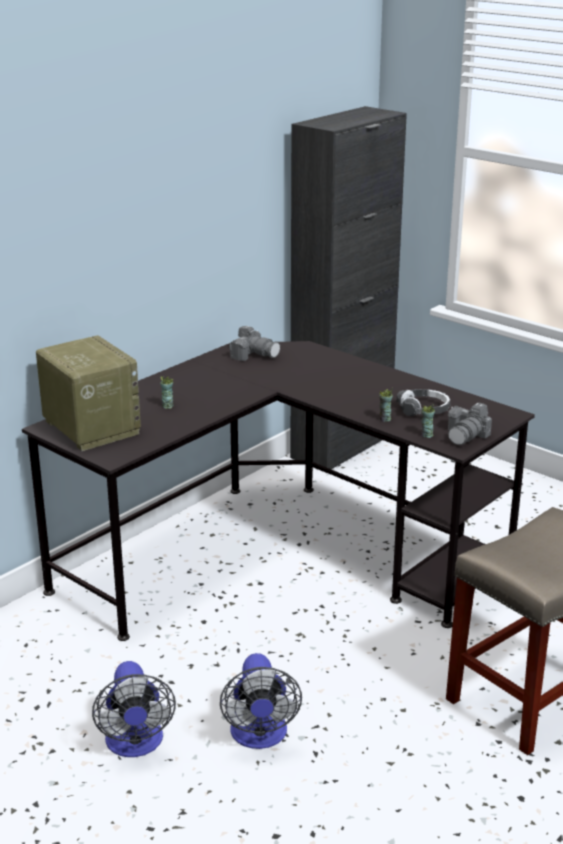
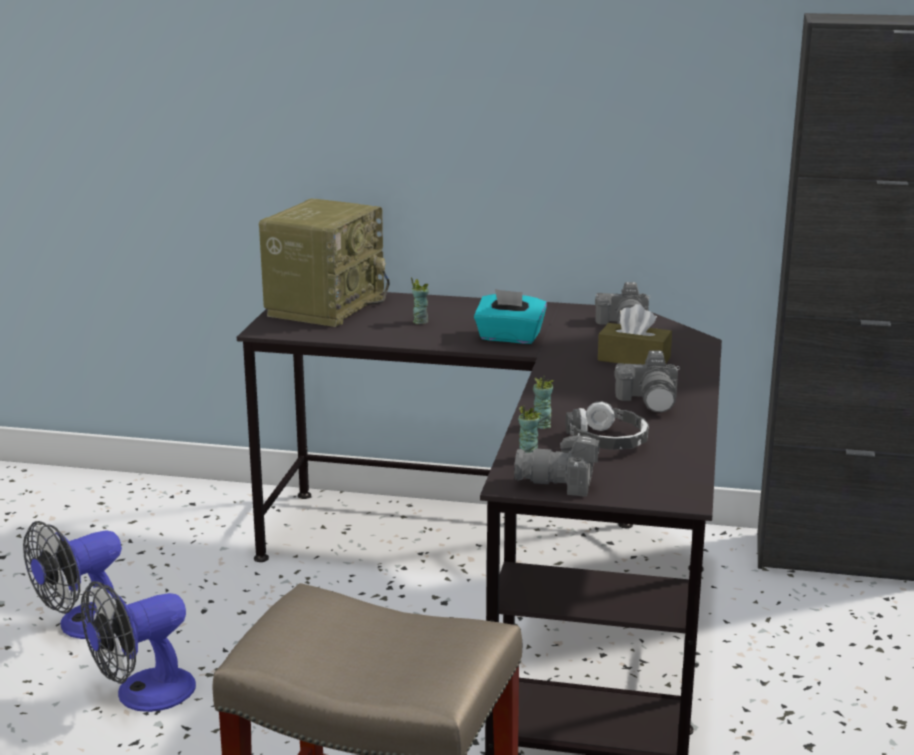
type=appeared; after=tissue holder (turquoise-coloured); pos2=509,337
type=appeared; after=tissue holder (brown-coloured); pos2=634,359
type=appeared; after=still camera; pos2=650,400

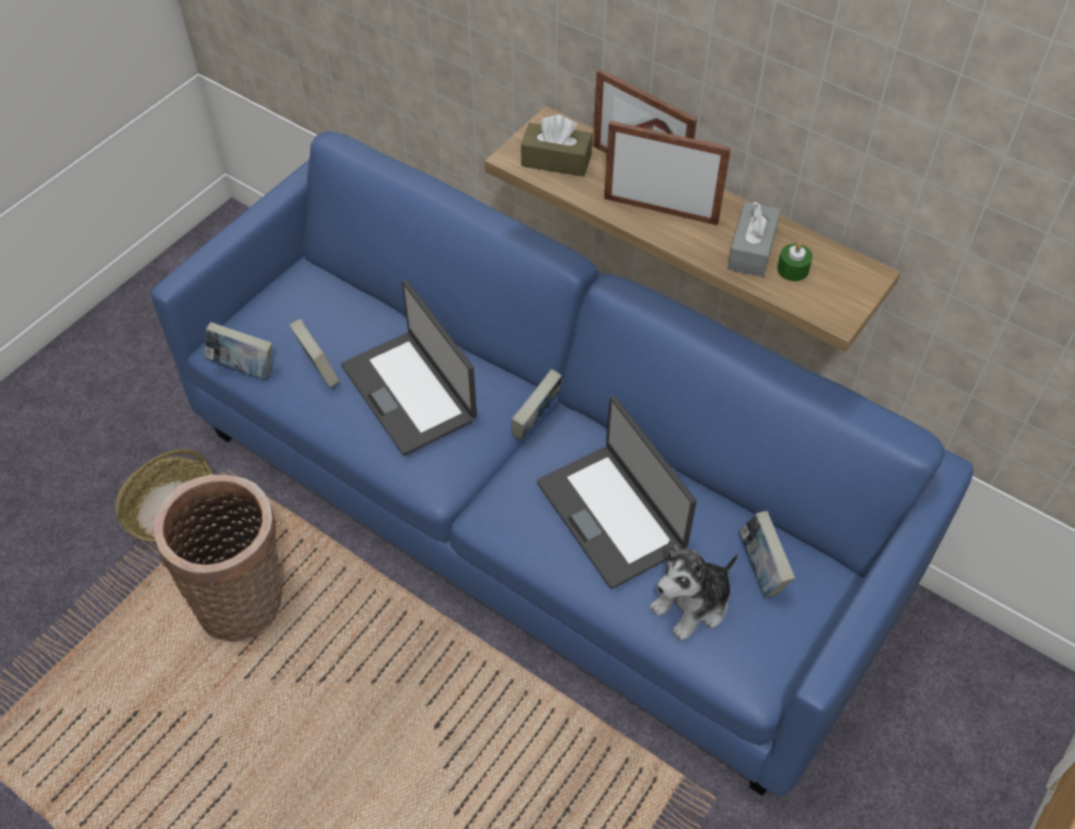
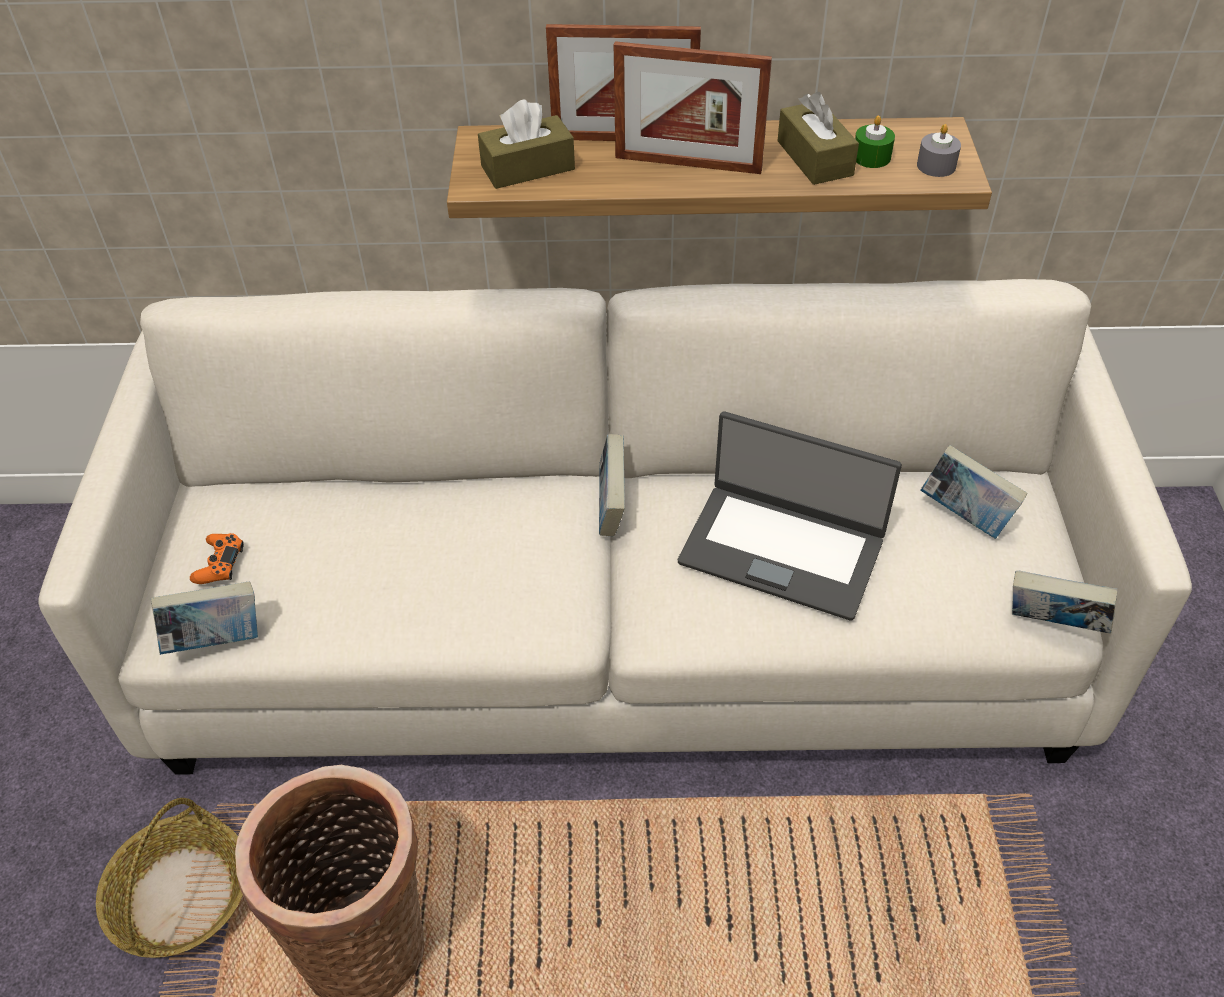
type=spun; before=photo frame; pos1=661,210; pos2=688,164; turn=-150
type=colour; before=settee (blue); after=settee (whitish); pos1=539,508; pos2=616,629
type=colour; before=tissue holder (grey); after=tissue holder (brown-coloured); pos1=751,250; pos2=814,158
type=missing; before=portable computer; pos1=410,392
type=relocated; before=bound book; pos1=318,369; pos2=1052,625
type=missing; before=plush toy; pos1=692,604
type=appeared; after=wax candle (grey); pos2=936,165
type=appeared; after=joypad (orange-coloured); pos2=219,563

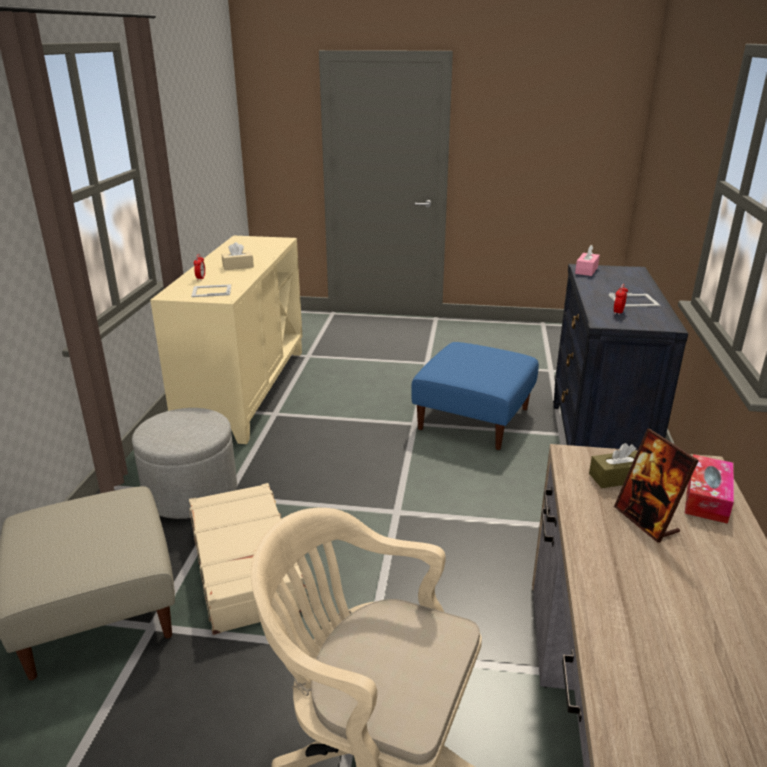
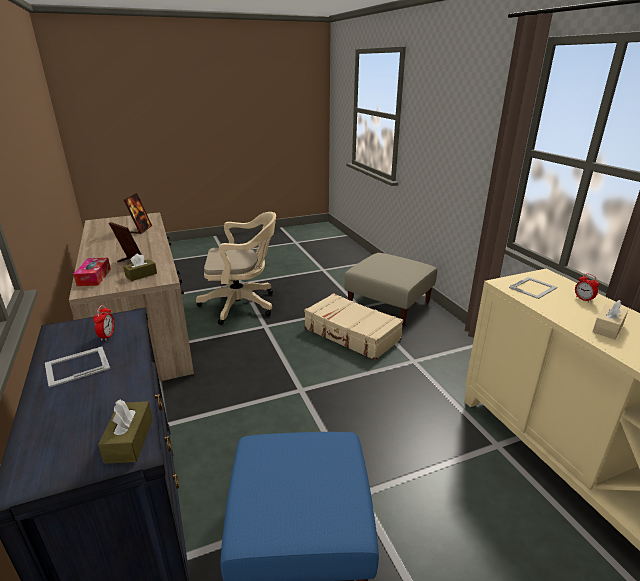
type=colour; before=tissue holder (pink-coloured); after=tissue holder (brown-coloured); pos1=586,270; pos2=129,440
type=missing; before=pouffe (grey); pos1=191,493
type=appeared; after=photo frame; pos2=141,230

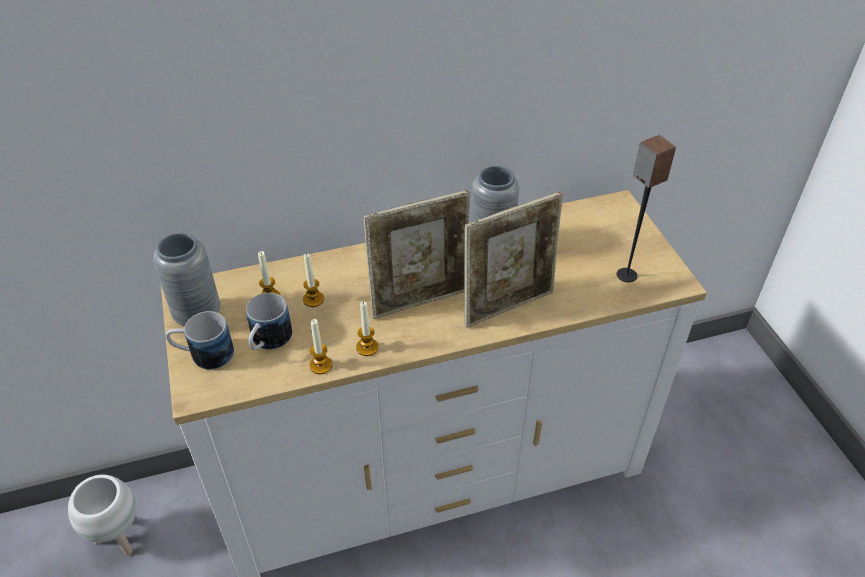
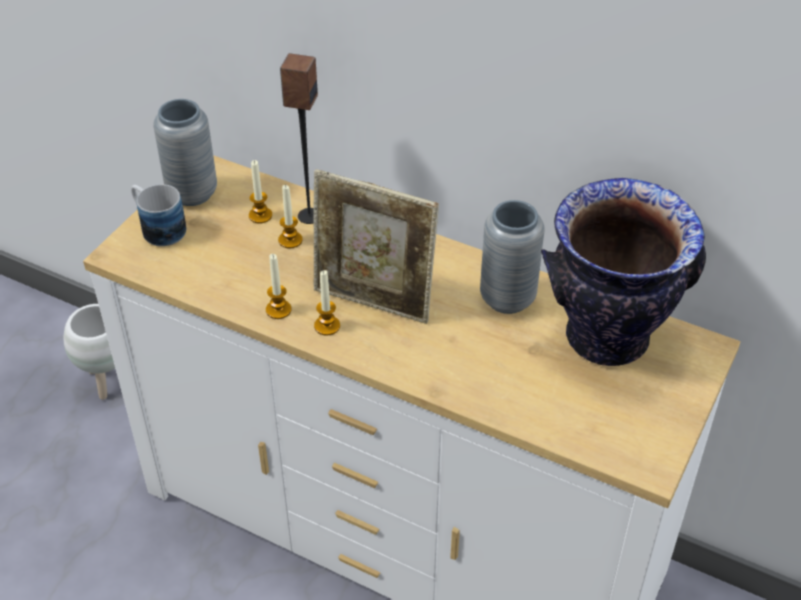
type=relocated; before=loudspeaker; pos1=626,275; pos2=309,216
type=missing; before=photo frame; pos1=508,305
type=missing; before=tea mug; pos1=268,342
type=relocated; before=wax candle; pos1=321,365; pos2=327,326
type=appeared; after=vase; pos2=607,339

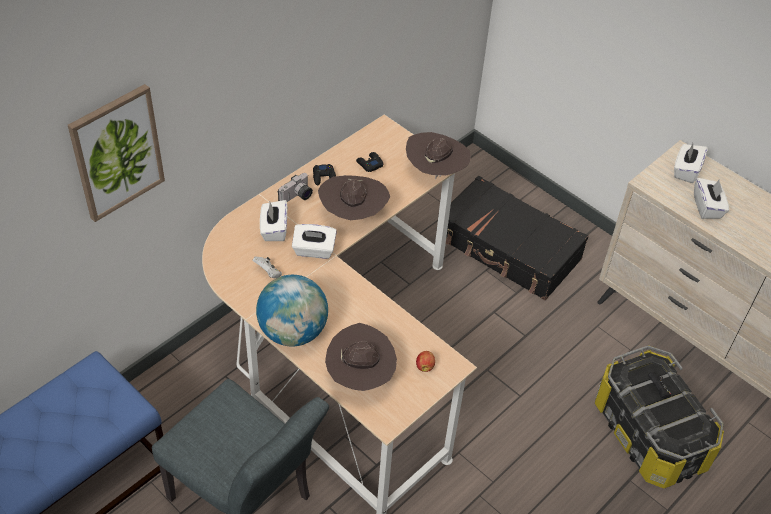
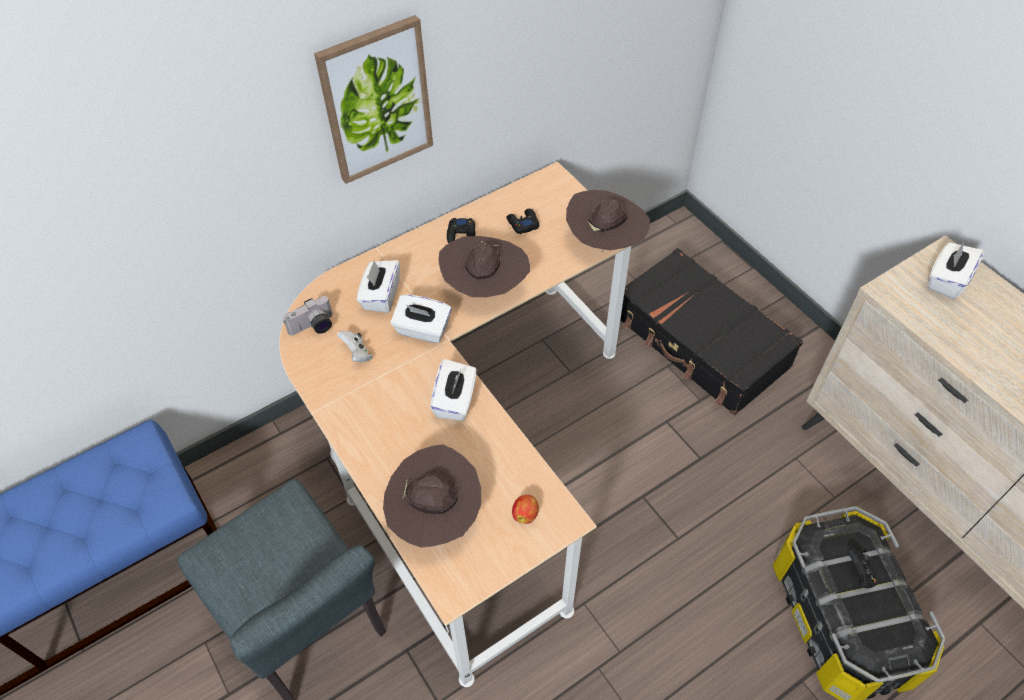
type=relocated; before=wall art; pos1=117,152; pos2=376,101
type=relocated; before=still camera; pos1=297,197; pos2=313,327
type=relocated; before=tissue holder (whitish); pos1=707,207; pos2=455,401
type=missing; before=world globe; pos1=293,332

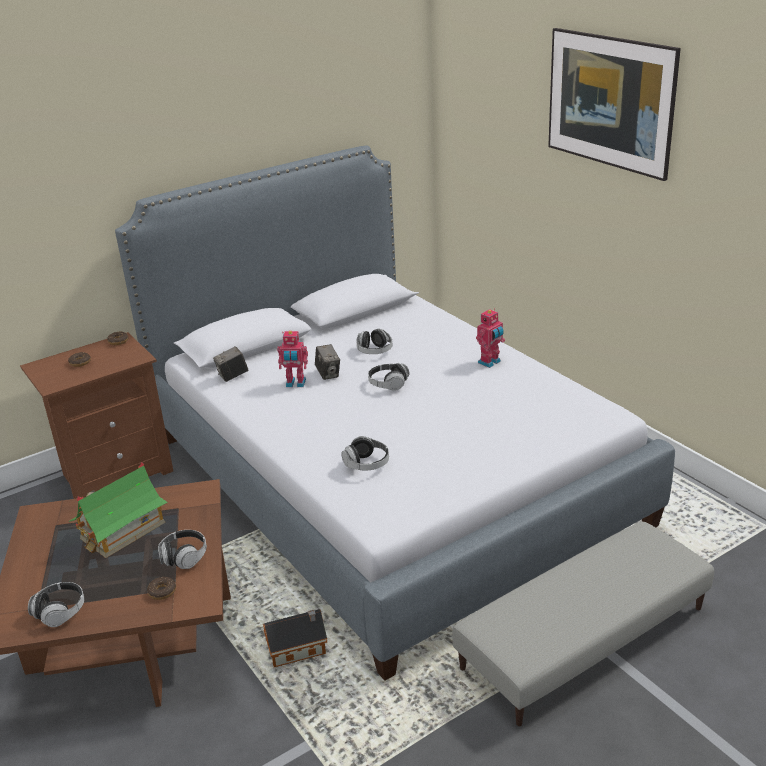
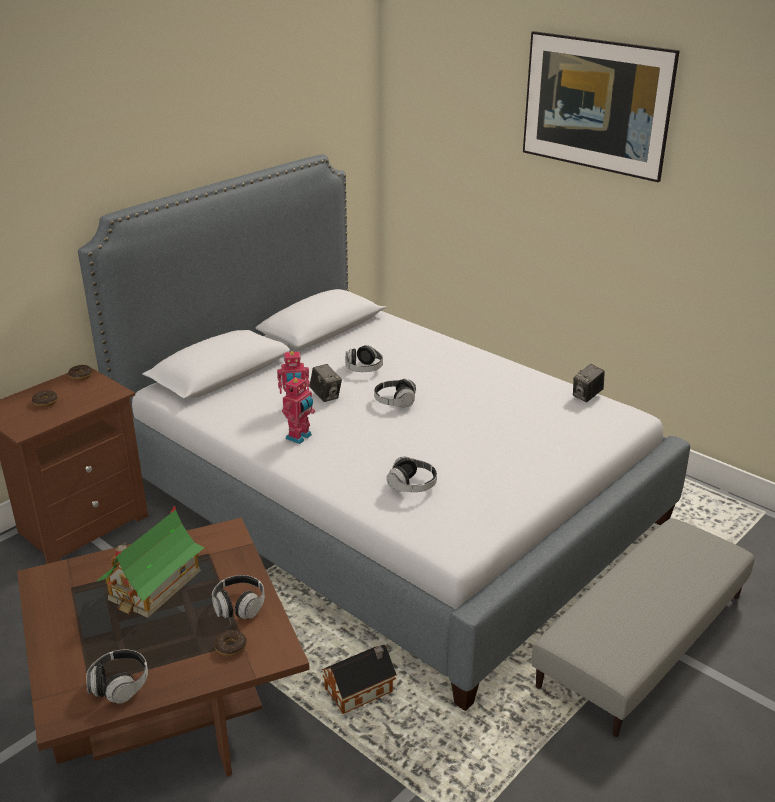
type=relocated; before=toy robot; pos1=490,362; pos2=300,437
type=relocated; before=still camera; pos1=232,376; pos2=587,396

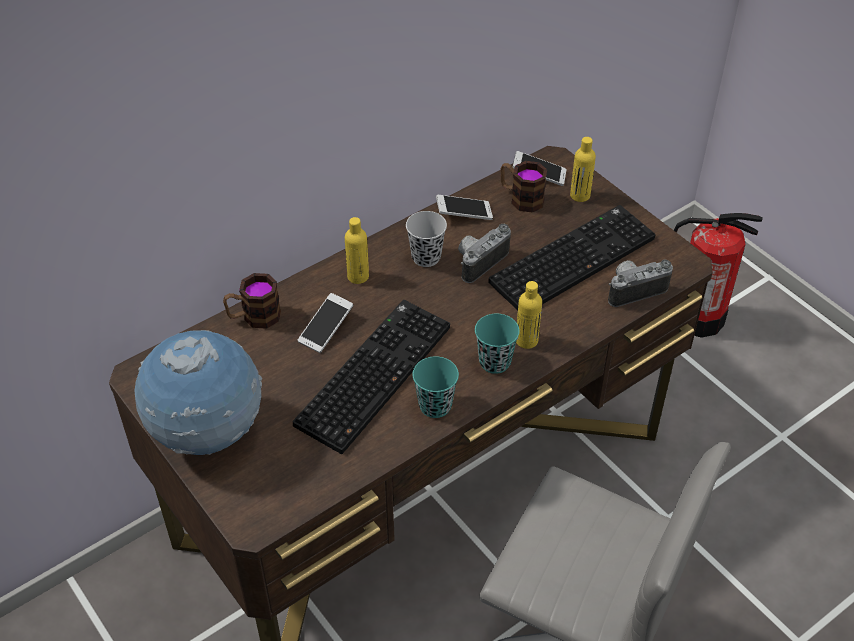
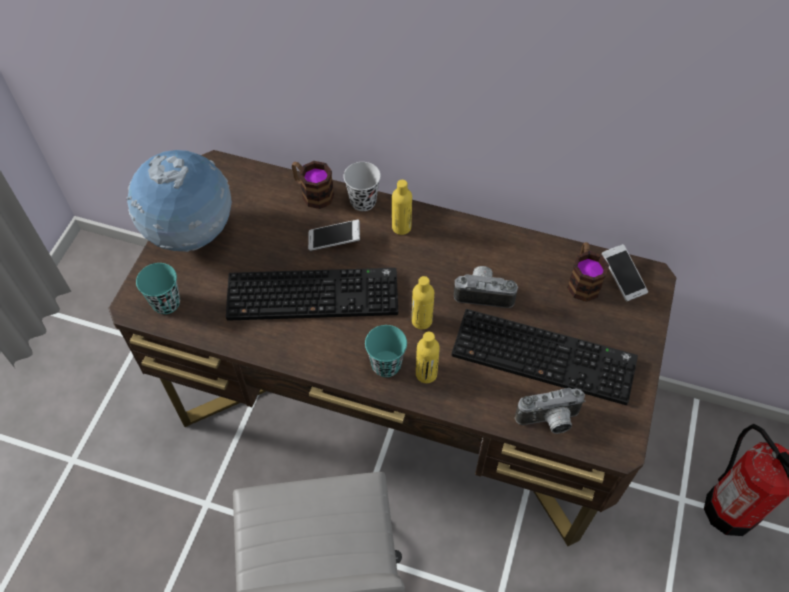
type=relocated; before=drink bottle (yellow); pos1=580,195; pos2=421,321
type=missing; before=telephone; pos1=464,214
type=relocated; before=drinking cup (blackish); pos1=426,257; pos2=363,201
type=spun; before=still camera; pos1=634,290; pos2=549,421; turn=135
type=relocated; before=drinking cup (turquoise-coloured); pos1=435,406; pos2=166,303

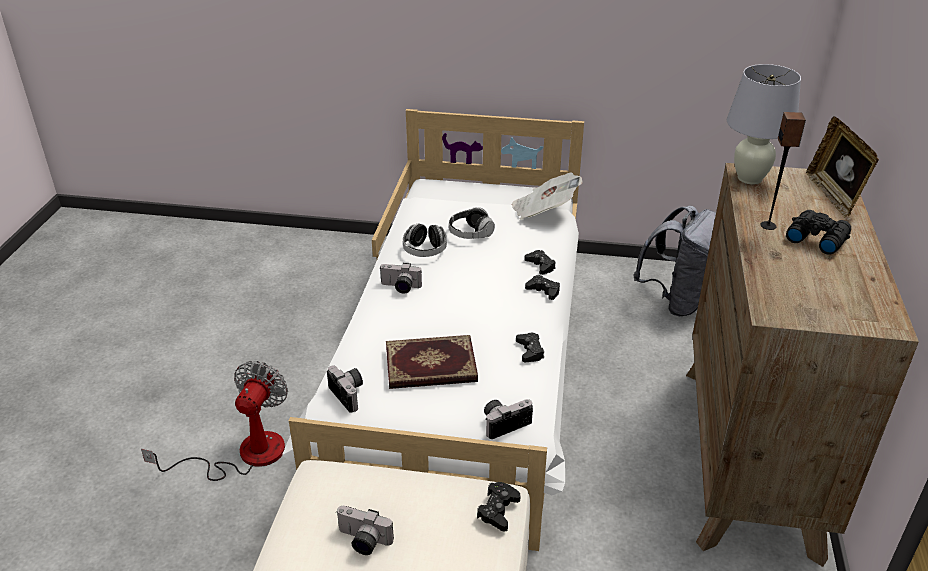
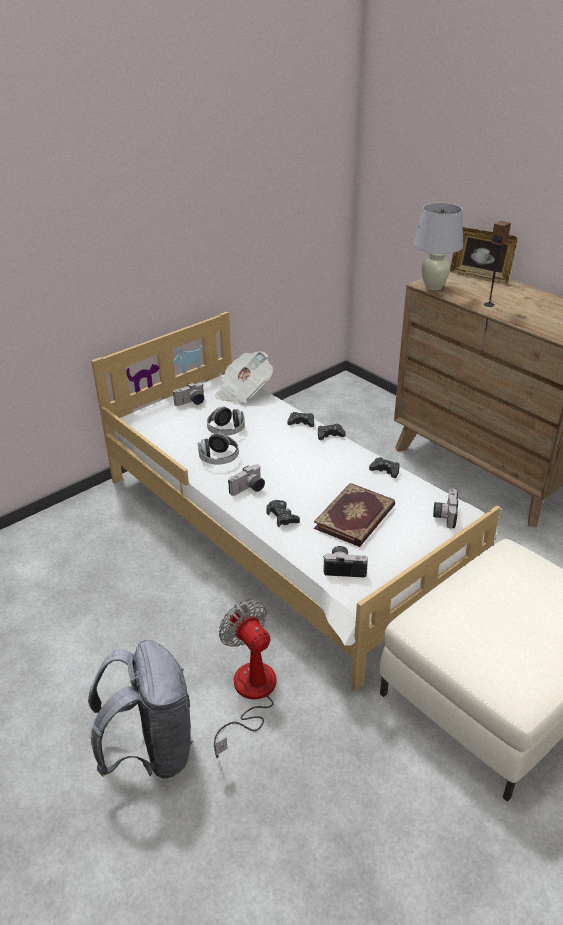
type=relocated; before=knapsack (grey); pos1=677,300; pos2=151,750
type=missing; before=binoculars (blackish); pos1=815,238
type=relocated; before=joypad (blackish); pos1=498,510; pos2=282,517
type=relocated; before=still camera; pos1=362,541; pos2=191,403

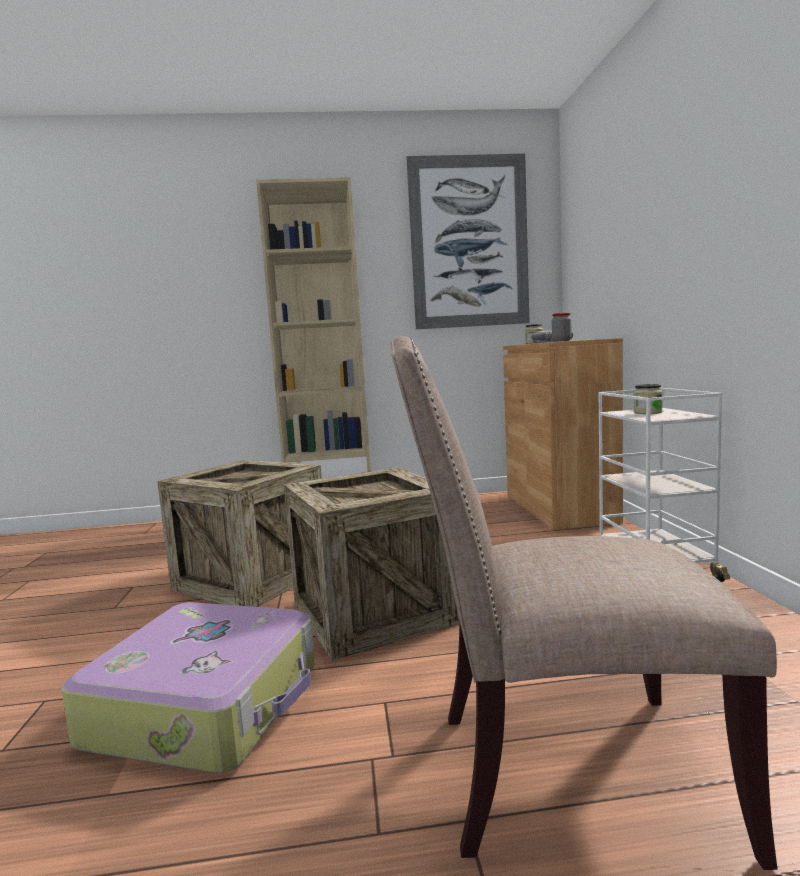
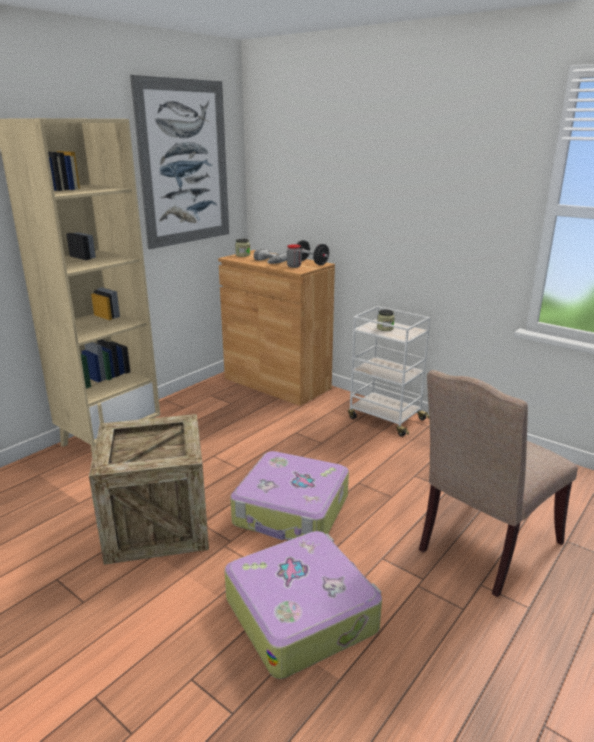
type=exchanged; before=shipping crate; after=piece of luggage; pos1=374,612; pos2=292,511
type=appeared; after=free weight (blackish); pos2=311,262

